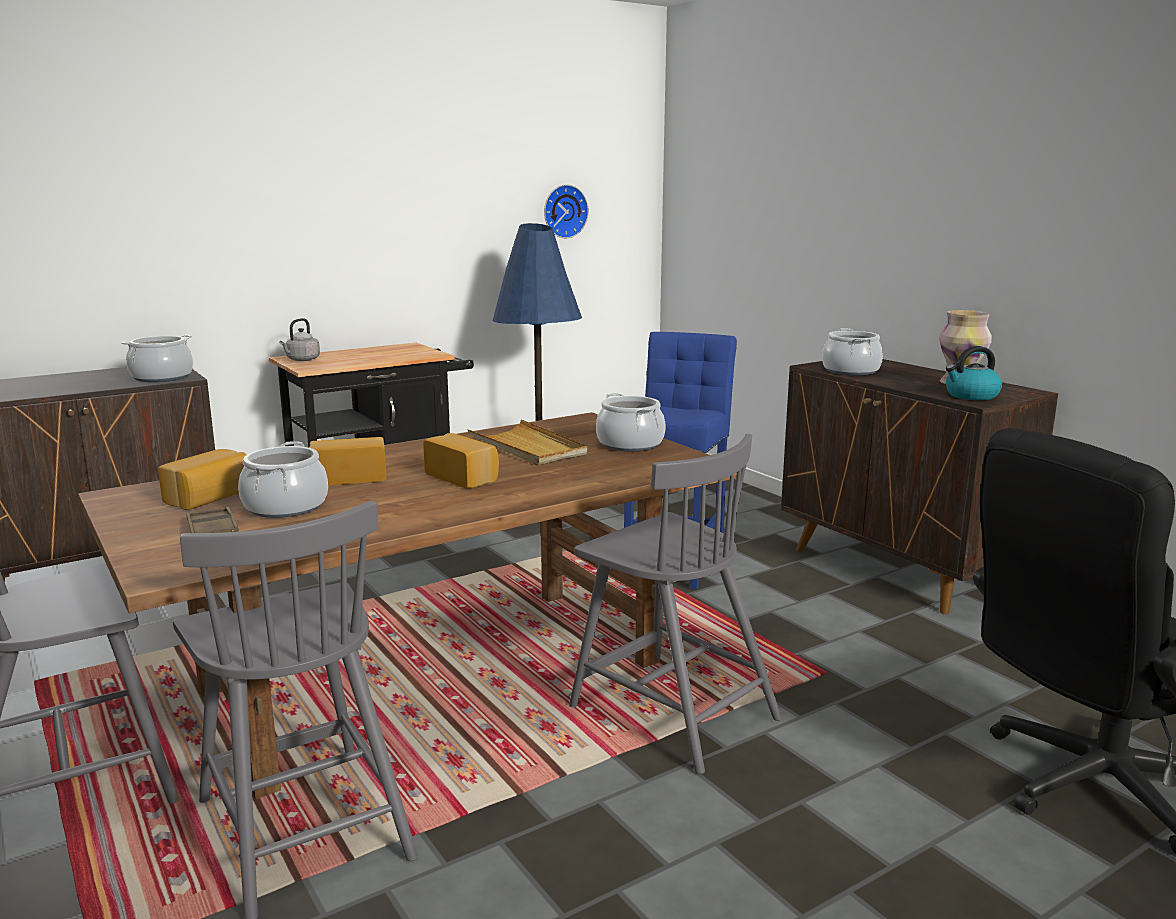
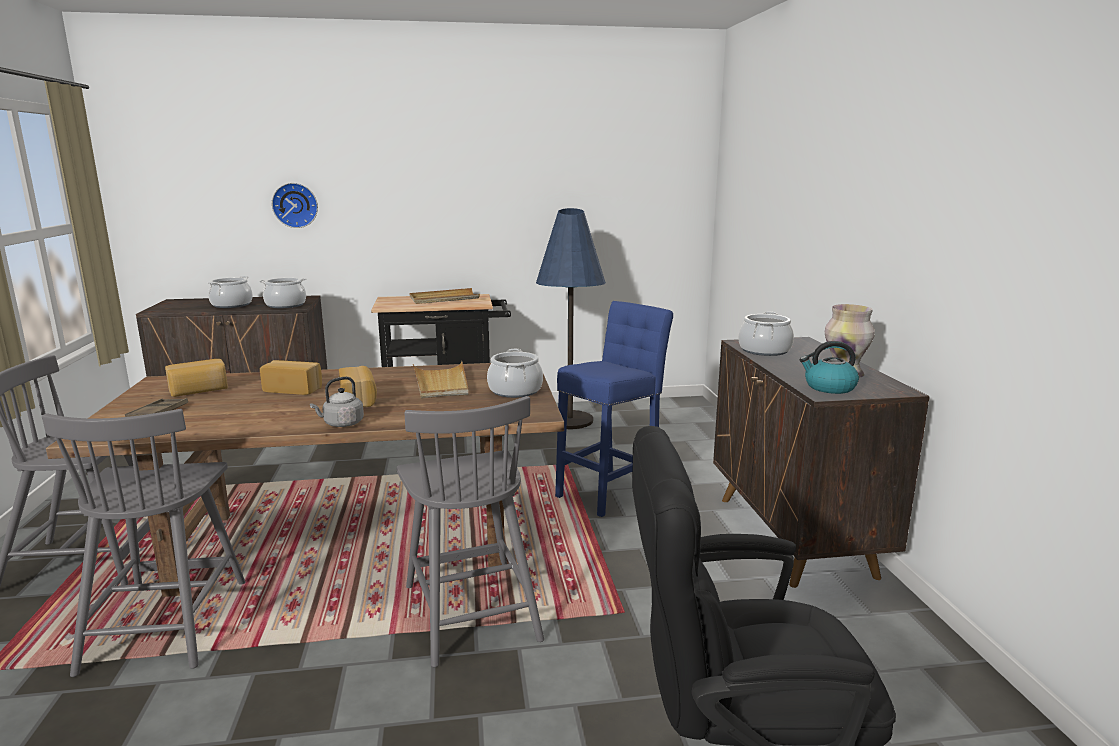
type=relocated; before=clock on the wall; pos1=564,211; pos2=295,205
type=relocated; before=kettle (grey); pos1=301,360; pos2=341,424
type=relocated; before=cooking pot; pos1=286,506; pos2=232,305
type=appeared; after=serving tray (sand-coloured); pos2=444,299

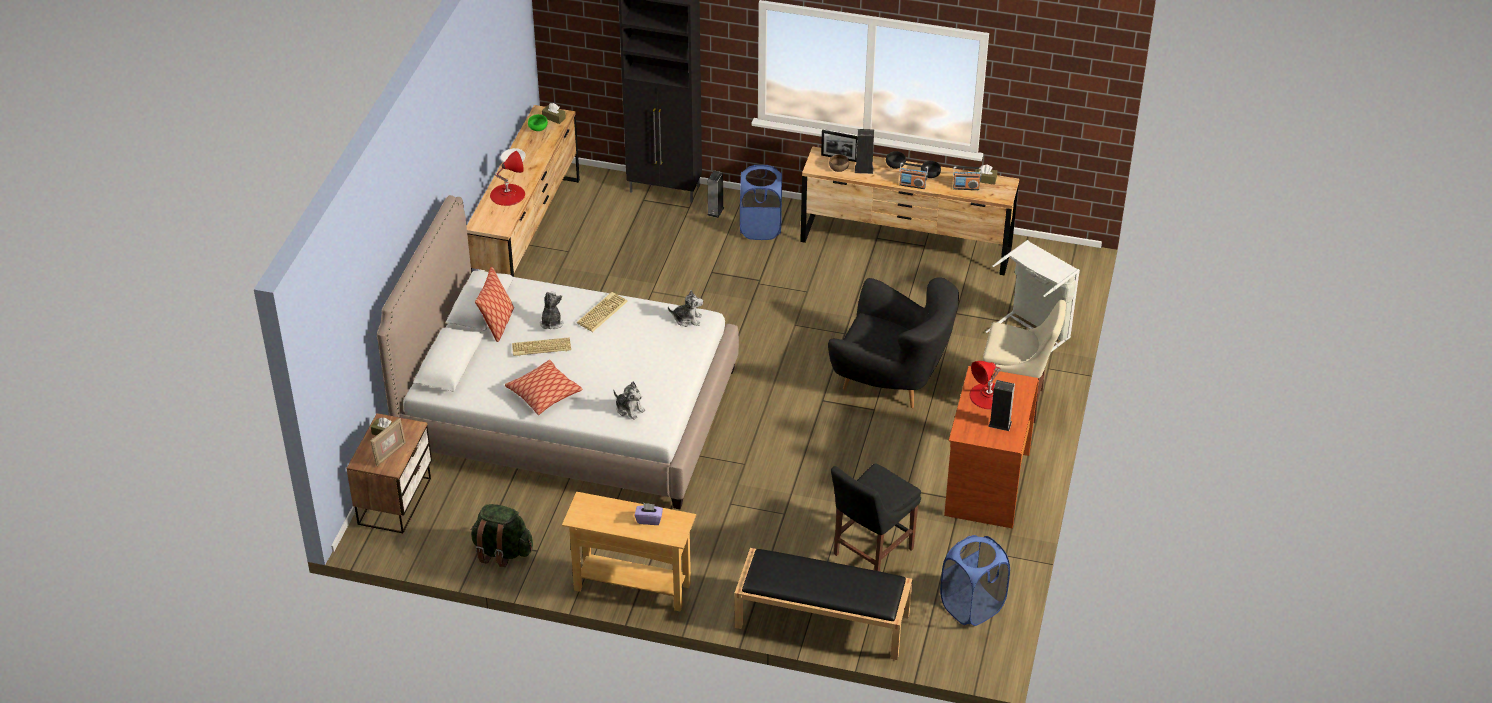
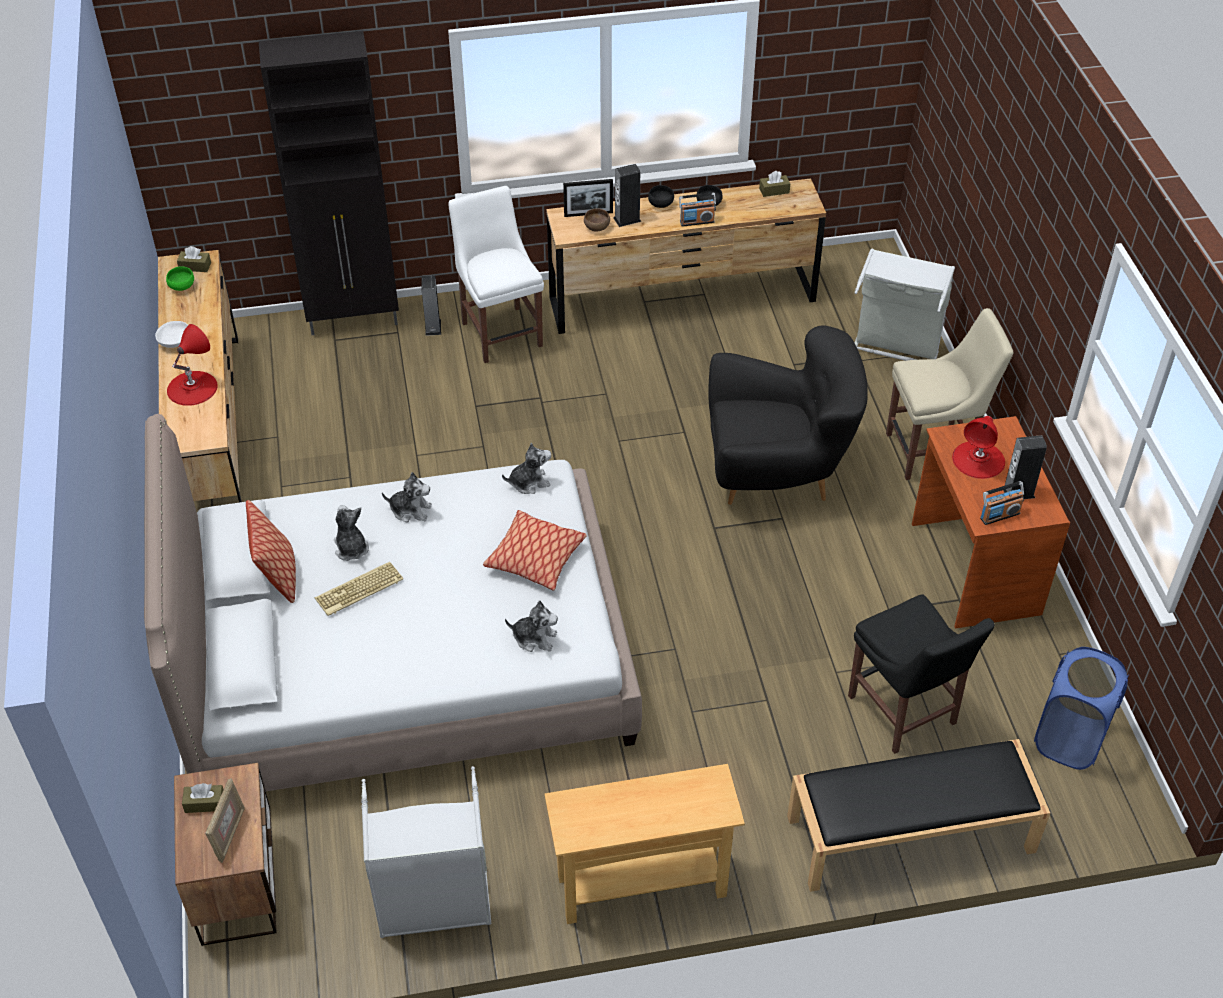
type=exchanged; before=hamper (blue); after=upright chair (whitish); pos1=760,228; pos2=500,331
type=relocated; before=radio receiver; pos1=966,187; pos2=999,515
type=exchanged; before=PC keyboard; after=plush toy; pos1=601,312; pos2=410,510
type=relocated; before=cushion; pos1=544,394; pos2=536,558
type=spun; before=upright chair (blackish); pos1=870,553; pos2=904,714; turn=-45
type=missing; before=tissue holder (purplish); pos1=649,519
type=exchanged; before=knapsack (green); after=hamper (grey); pos1=502,551; pos2=434,904

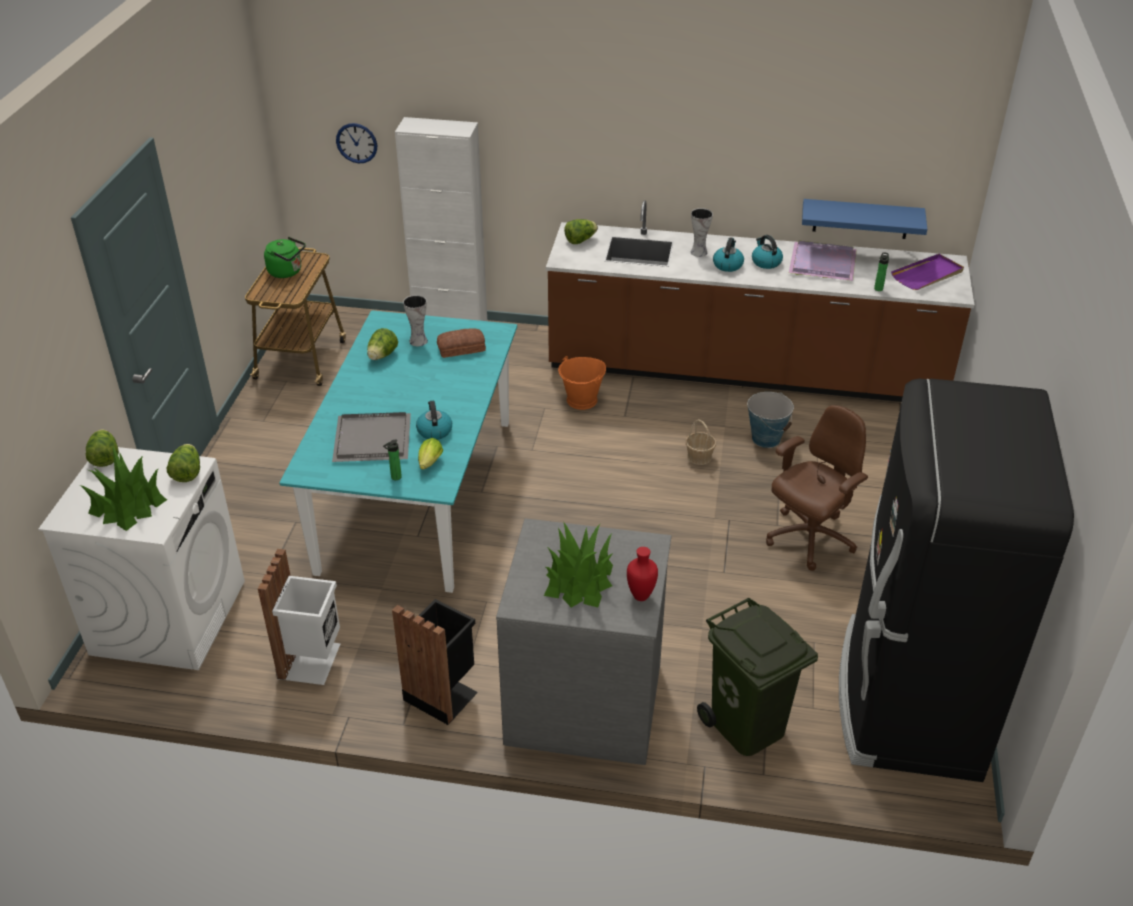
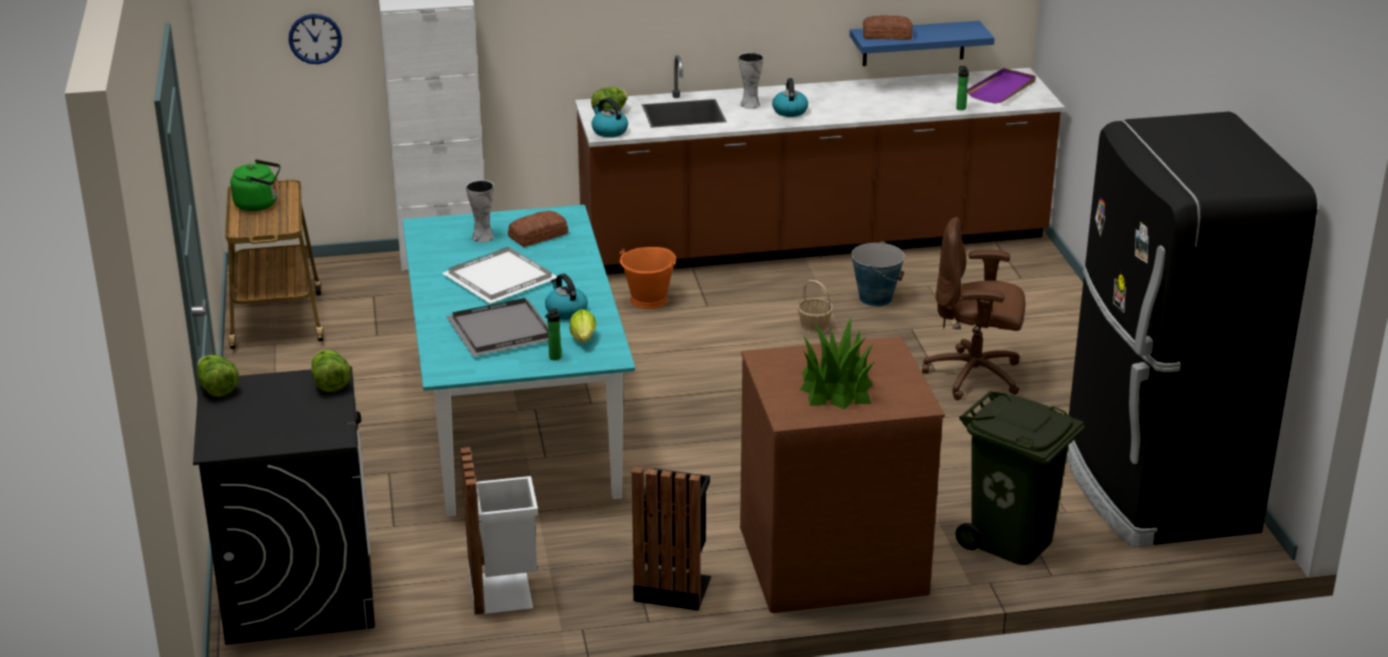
type=relocated; before=kettle; pos1=766,262; pos2=609,131
type=missing; before=serving tray (purplish); pos1=821,264
type=missing; before=lettuce; pos1=382,356
type=spun; before=computer chair (brown-coloured); pos1=808,539; pos2=975,376; turn=-105
type=colour; before=laundry machine (whitish); after=laundry machine (blackish); pos1=169,616; pos2=299,589
type=missing; before=plant in a pot; pos1=128,505
type=colour; before=dresser (grey); after=dresser (brown-coloured); pos1=584,701; pos2=832,558
type=missing; before=vase (red-coloured); pos1=641,597
type=appeared; after=baked bread; pos2=886,35
type=appeared; after=serving tray (whitish); pos2=500,280

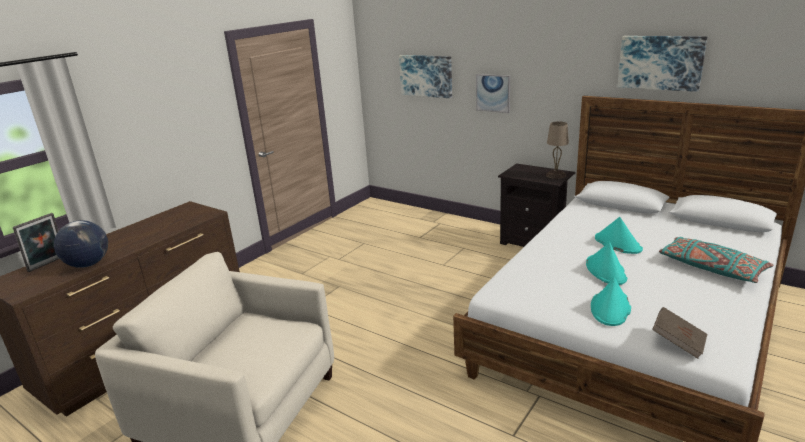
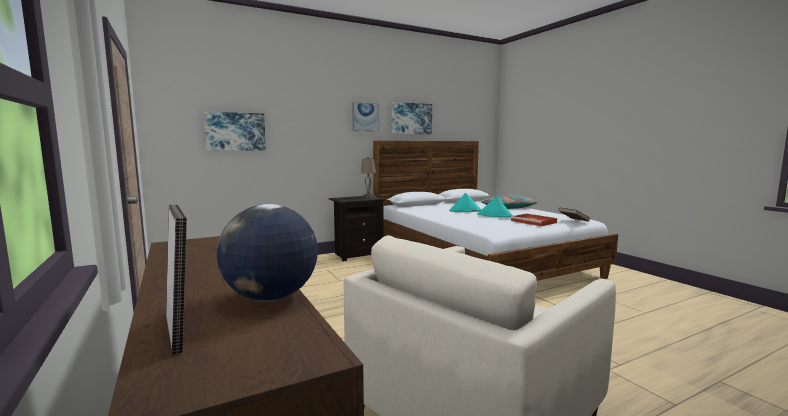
type=relocated; before=wall art; pos1=493,93; pos2=365,117
type=exchanged; before=clothing hat (turquoise-coloured); after=serving tray (red-coloured); pos1=610,308; pos2=534,222

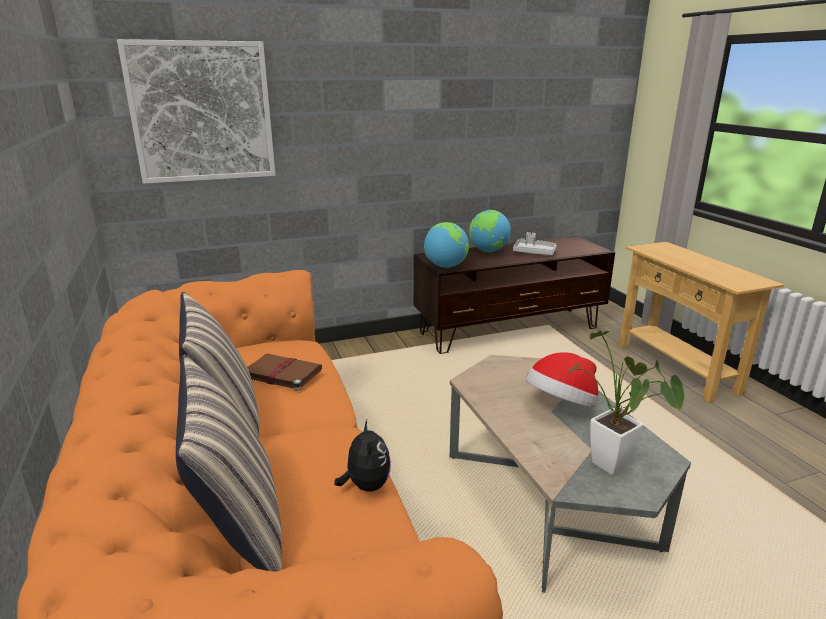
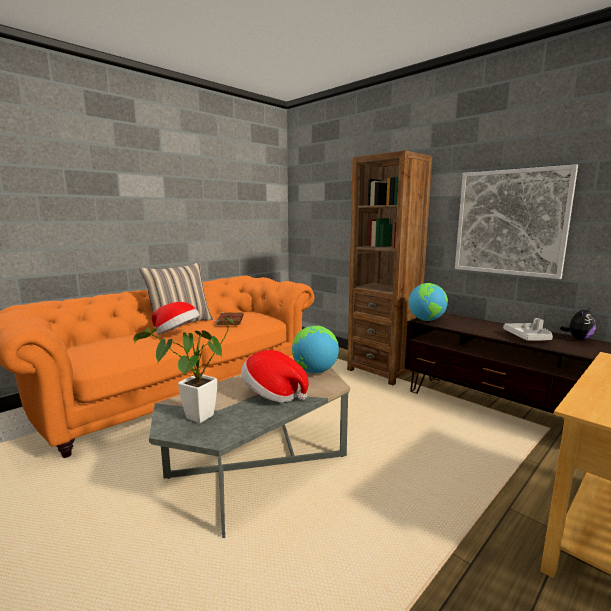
type=relocated; before=wall art; pos1=202,112; pos2=510,222
type=relocated; before=world globe; pos1=488,251; pos2=314,371
type=missing; before=cushion; pos1=239,528
type=relocated; before=plush toy; pos1=366,485; pos2=578,338
type=appeared; after=bookshelf (brown-coloured); pos2=382,371
type=appeared; after=clothing hat; pos2=177,334

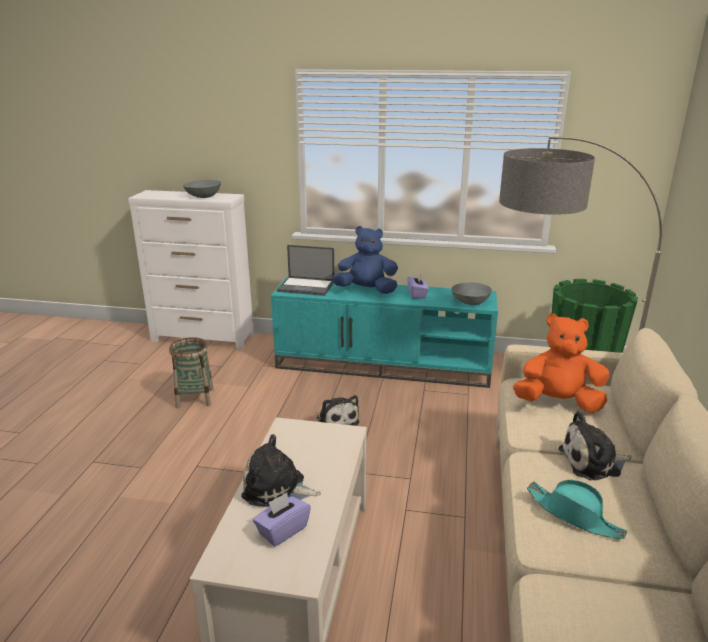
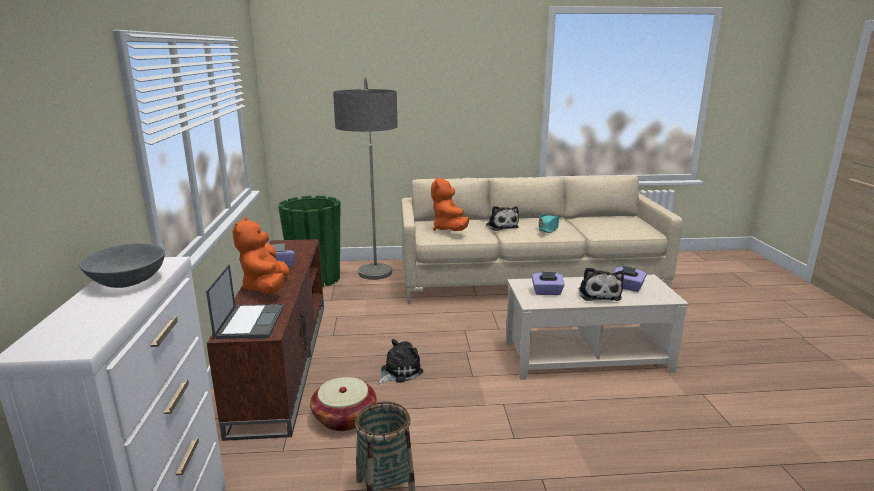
type=colour; before=plush toy (blue); after=plush toy (orange-coloured); pos1=366,290; pos2=266,288
type=colour; before=tv unit (turquoise-coloured); after=tv unit (brown-coloured); pos1=384,365; pos2=282,360
type=missing; before=bowl (grey); pos1=471,302
type=appeared; after=tissue holder (purplish); pos2=547,292
type=appeared; after=storage basket; pos2=344,417

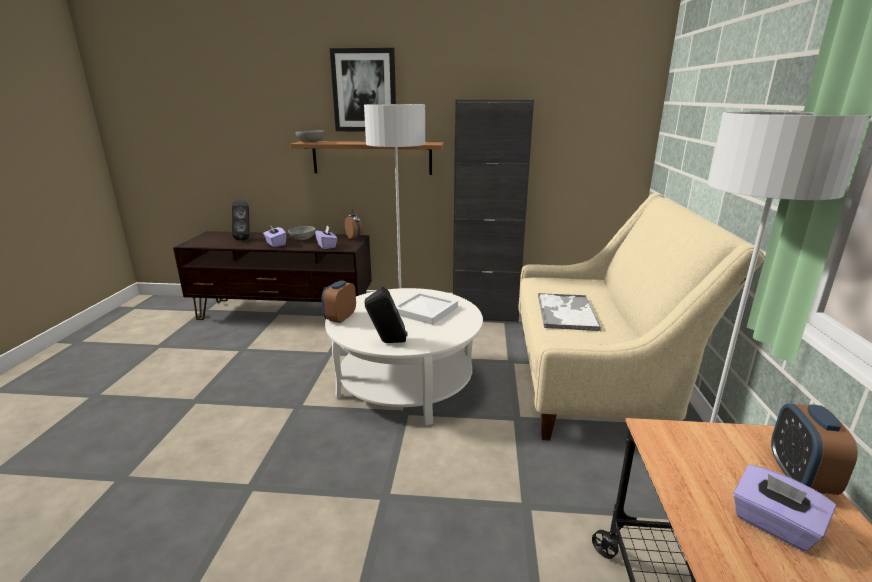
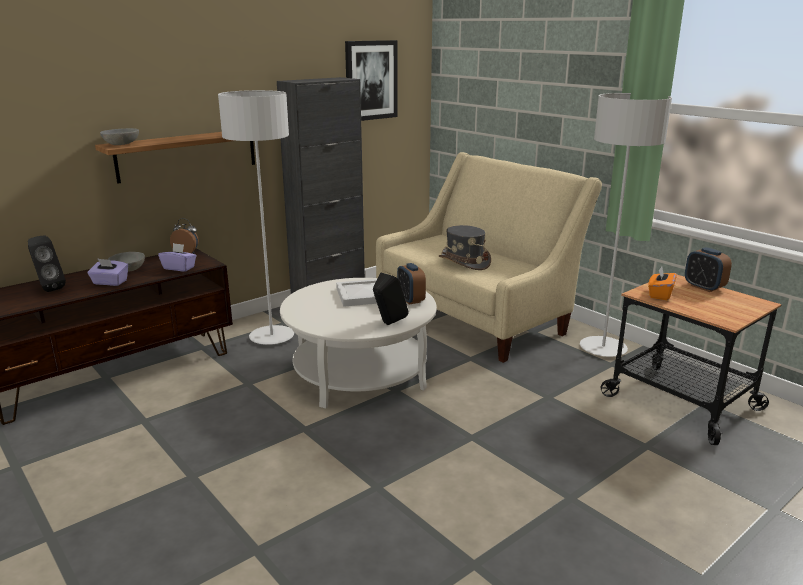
type=relocated; before=wall art; pos1=364,91; pos2=371,80
type=relocated; before=alarm clock; pos1=340,318; pos2=410,300
type=exchanged; before=serving tray; after=clothing hat (grey); pos1=566,312; pos2=464,262
type=missing; before=tissue holder (purplish); pos1=773,525
type=appeared; after=tissue holder (orange-coloured); pos2=660,294

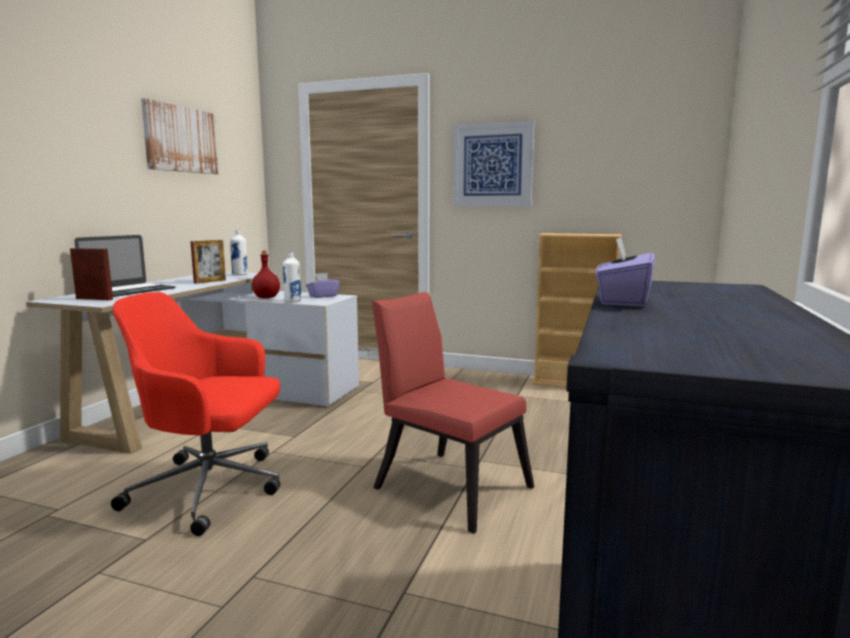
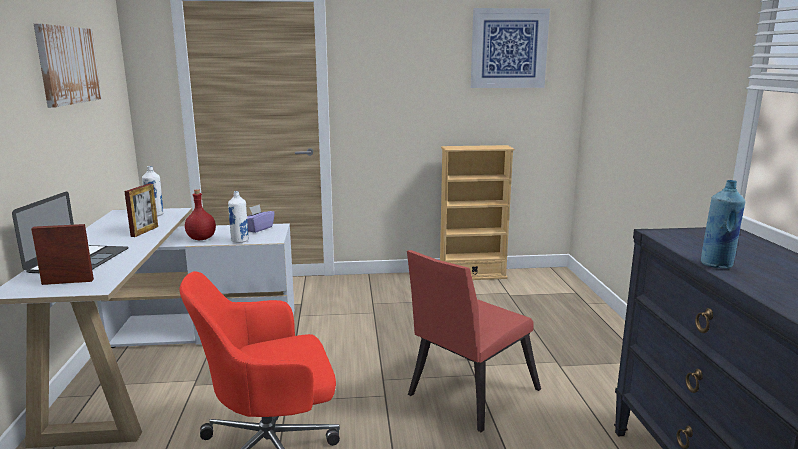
type=relocated; before=wall art; pos1=492,165; pos2=509,48
type=exchanged; before=tissue holder (purplish); after=drink bottle (blue); pos1=622,301; pos2=717,265
type=spun; before=upright chair (red-coloured); pos1=447,484; pos2=467,395; turn=-60

